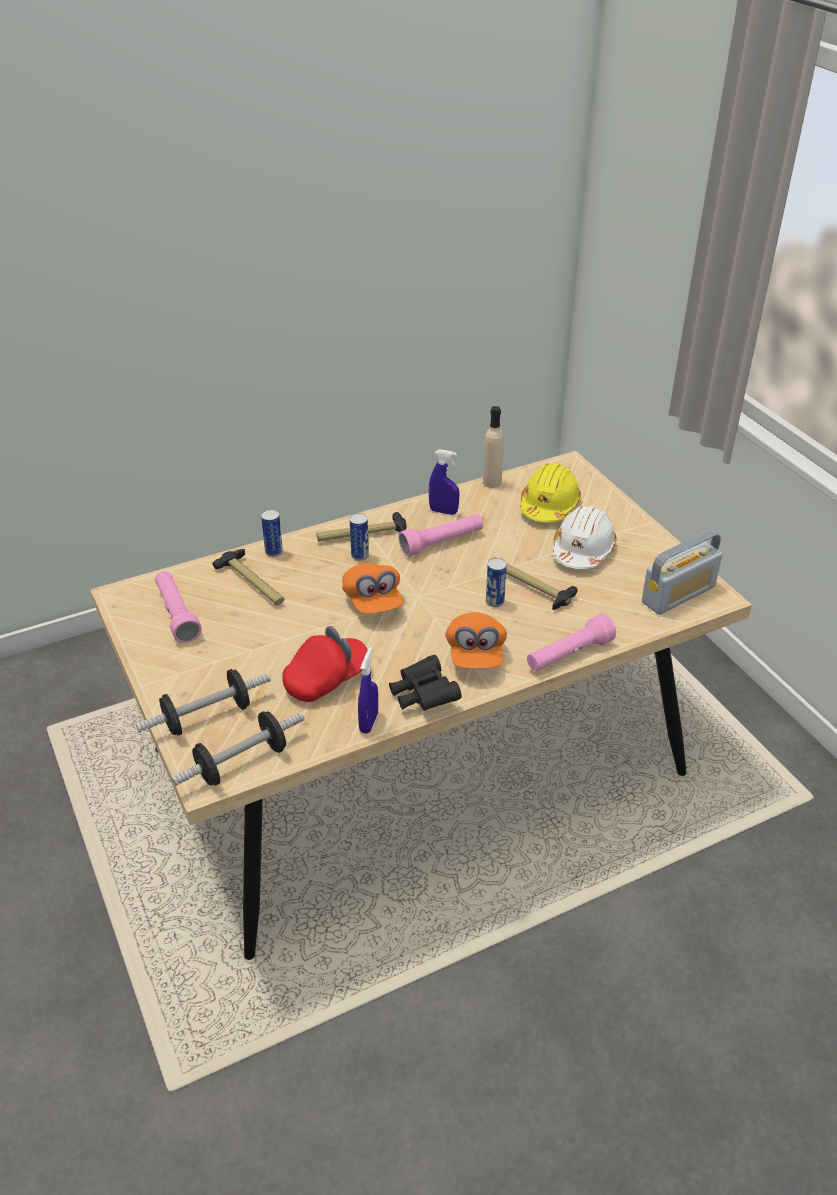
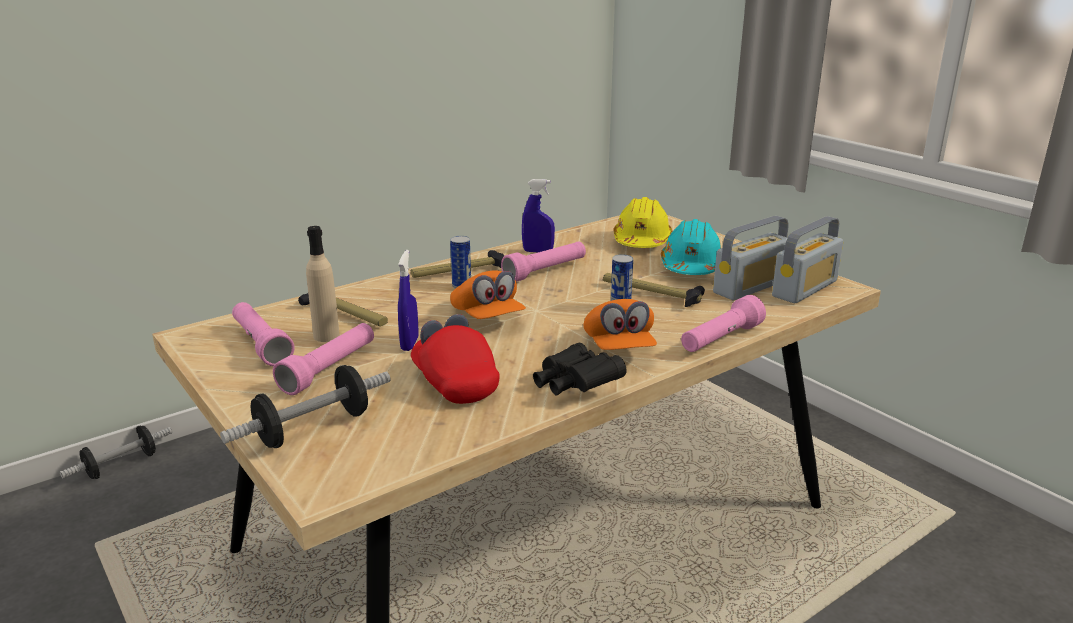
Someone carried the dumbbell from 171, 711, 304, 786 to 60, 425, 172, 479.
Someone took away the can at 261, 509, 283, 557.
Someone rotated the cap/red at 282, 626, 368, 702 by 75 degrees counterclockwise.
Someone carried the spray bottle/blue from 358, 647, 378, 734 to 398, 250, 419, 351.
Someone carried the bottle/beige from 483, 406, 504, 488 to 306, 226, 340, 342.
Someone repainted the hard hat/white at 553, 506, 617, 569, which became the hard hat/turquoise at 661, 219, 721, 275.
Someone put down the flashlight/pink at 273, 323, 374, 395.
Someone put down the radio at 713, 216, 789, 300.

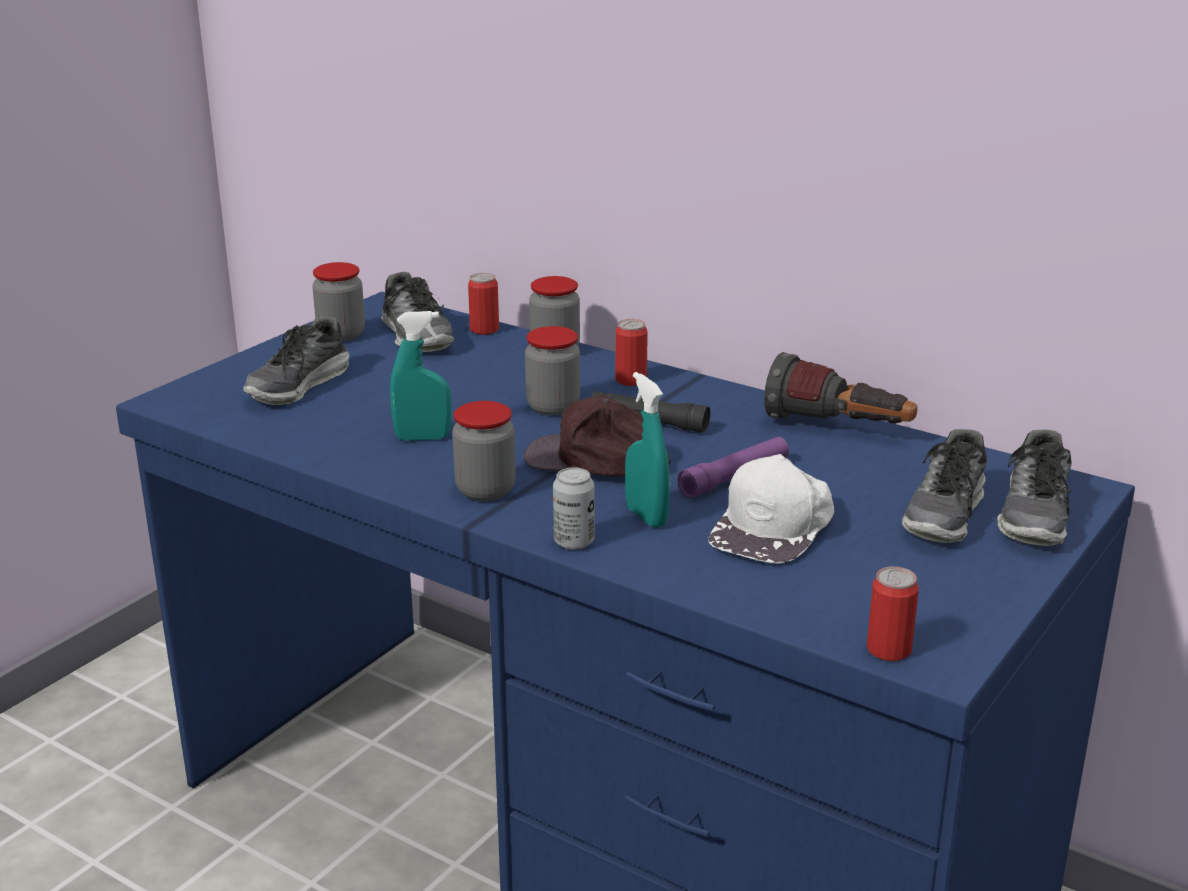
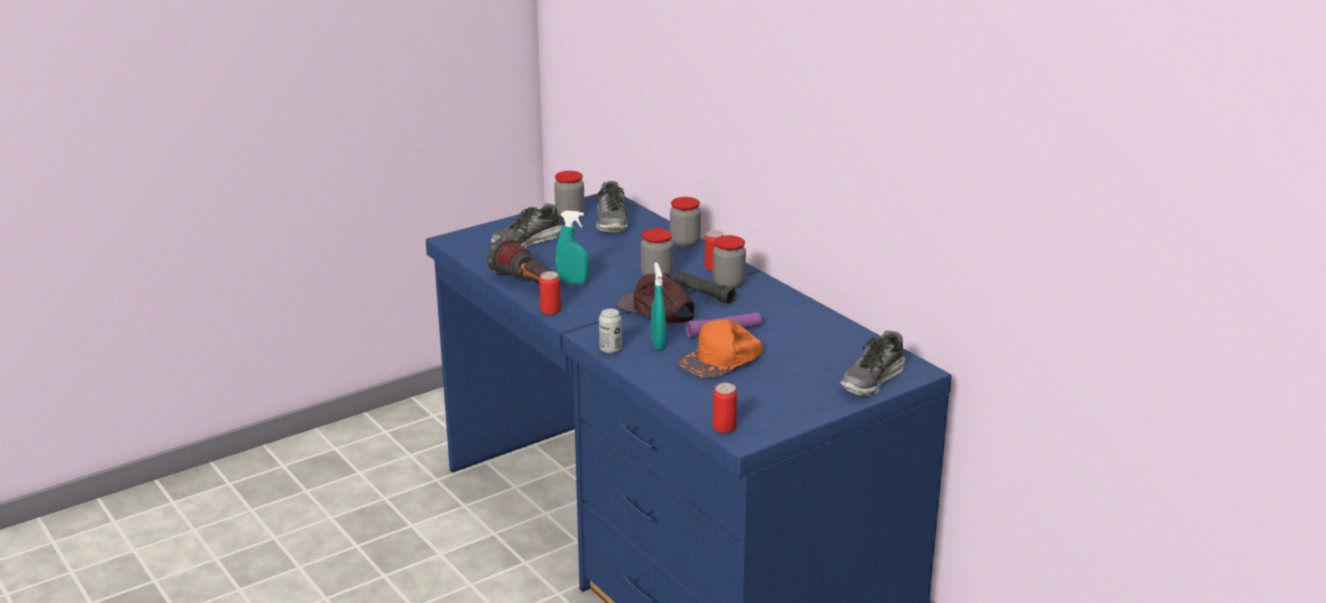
Someone carried the jar from 452, 401, 516, 501 to 713, 235, 746, 289.
Someone carried the can from 468, 273, 499, 335 to 539, 271, 561, 315.
Someone repainted the cap/white at 708, 454, 834, 564, which became the cap/orange at 679, 320, 763, 378.
Someone carried the flashlight from 764, 352, 918, 424 to 487, 236, 552, 283.
Someone took away the shoe at 902, 429, 987, 543.

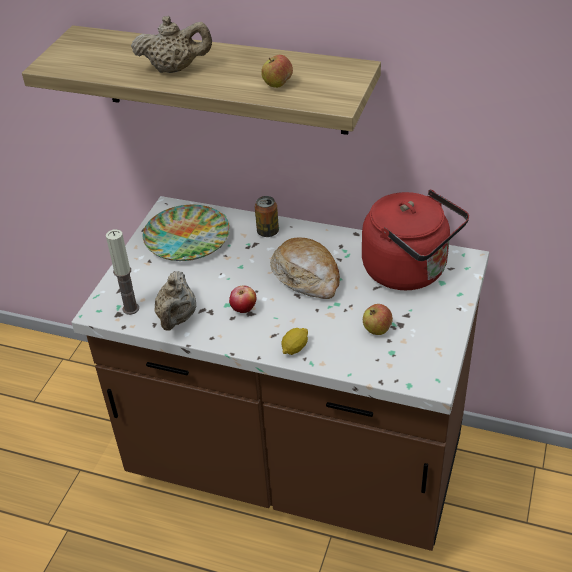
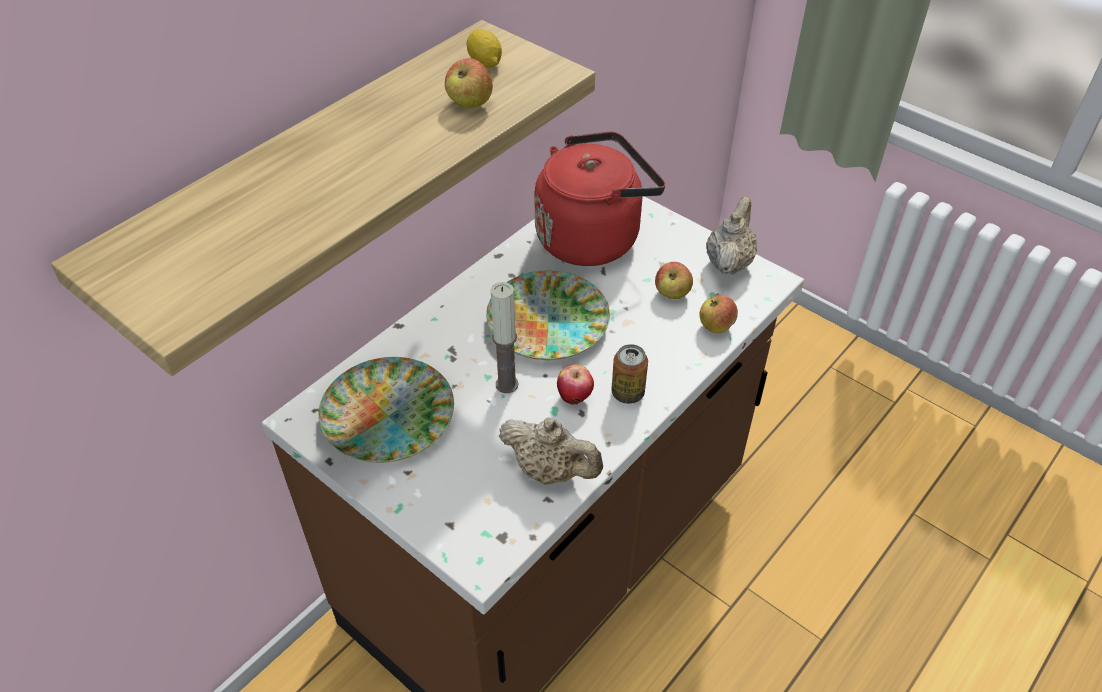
Someone carried the candle from 106, 229, 139, 315 to 491, 282, 519, 393.
Someone carried the teapot/beige from 131, 16, 212, 73 to 706, 196, 757, 274.
Someone carried the can from 255, 196, 279, 237 to 611, 344, 648, 404.
Someone swapped the bread at 270, 237, 340, 299 for the plate at 486, 271, 610, 360.
Someone carried the lemon from 281, 328, 308, 355 to 467, 29, 502, 68.
Someone put down the apple at 699, 295, 738, 334.

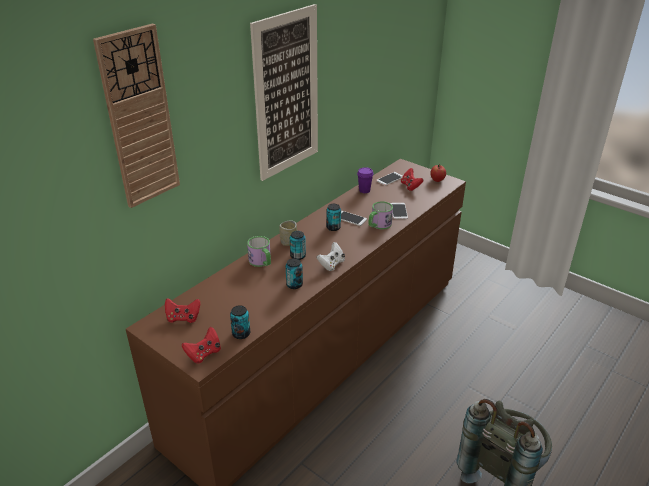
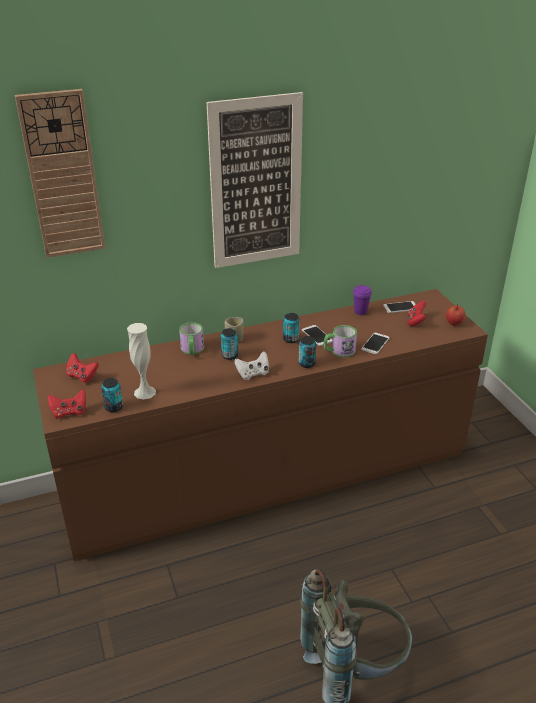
Someone carried the can from 286, 258, 303, 289 to 298, 336, 316, 368.
Someone put down the vase/white at 127, 323, 156, 400.

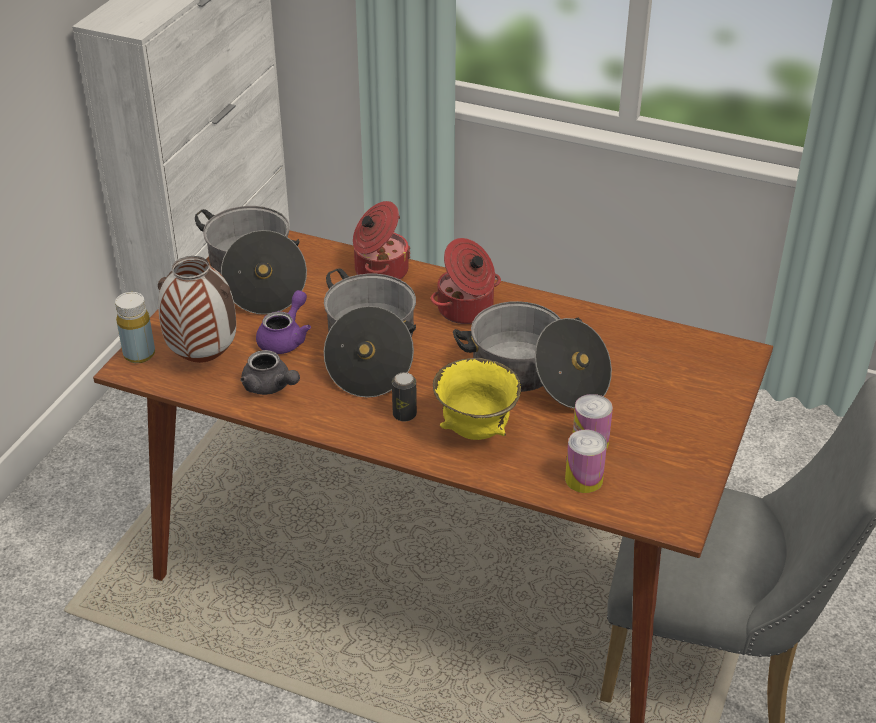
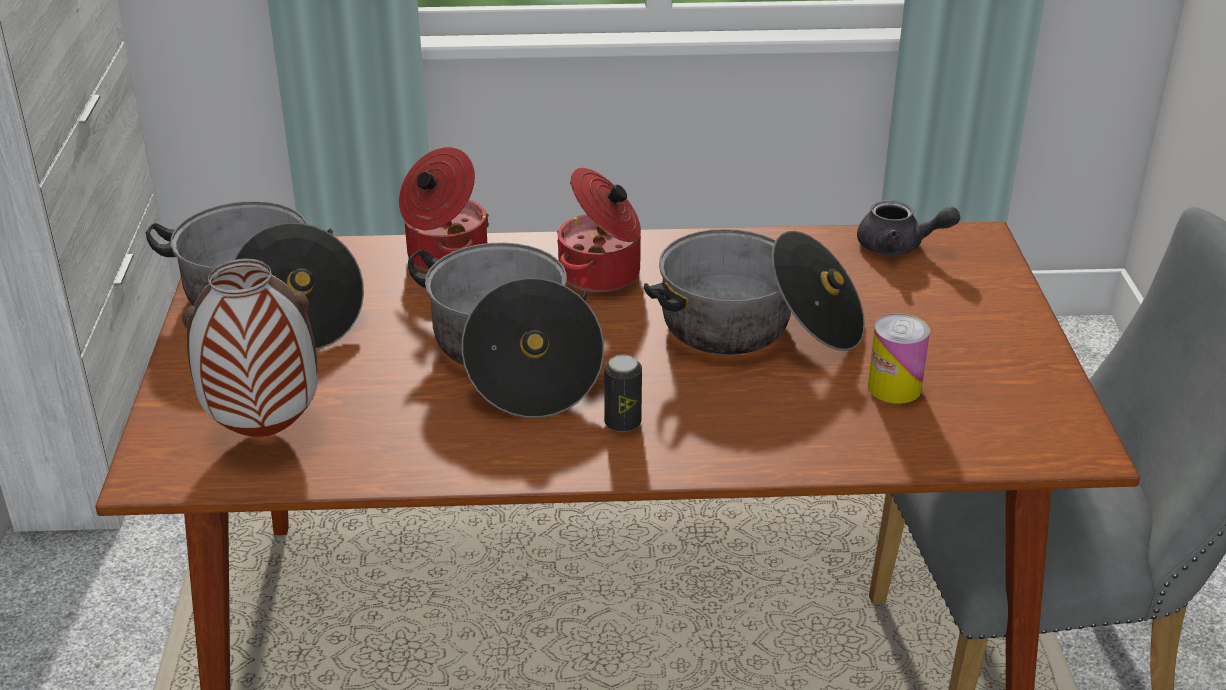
Someone took away the bottle/yellow at 115, 292, 155, 363.
Someone carried the teapot/grey from 240, 350, 300, 395 to 857, 200, 960, 255.
Someone took away the teapot/purple at 256, 290, 311, 354.
Someone took away the bowl/yellow at 433, 358, 521, 440.
Someone took away the can at 565, 430, 607, 493.

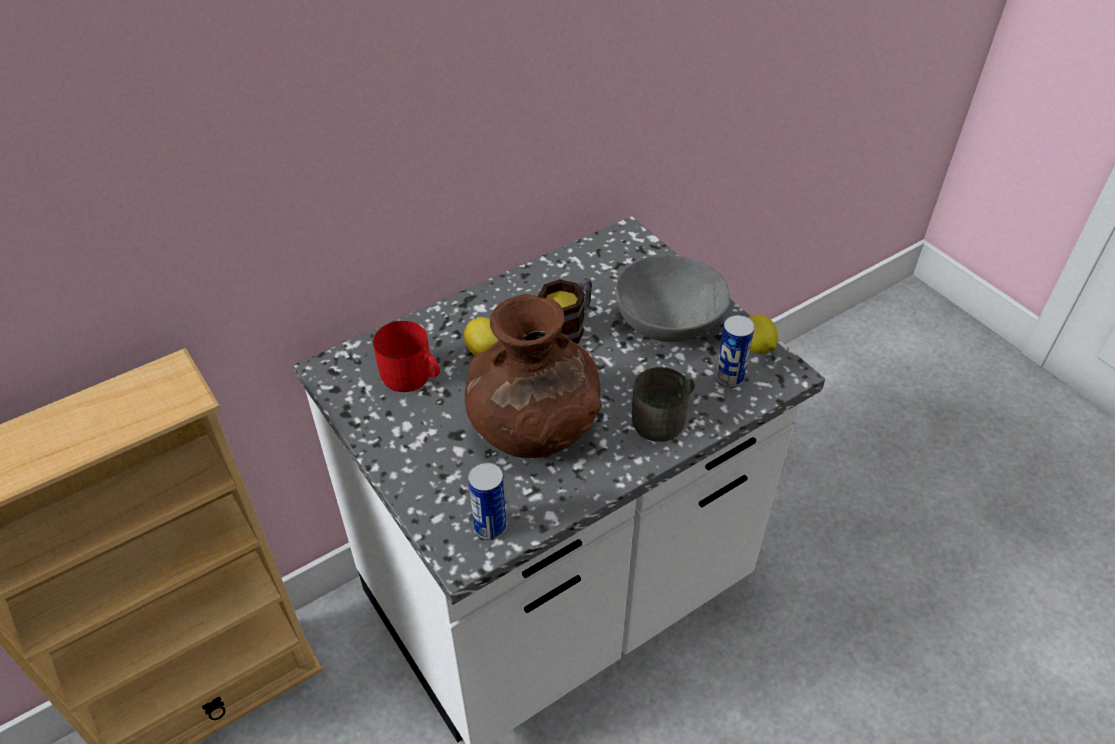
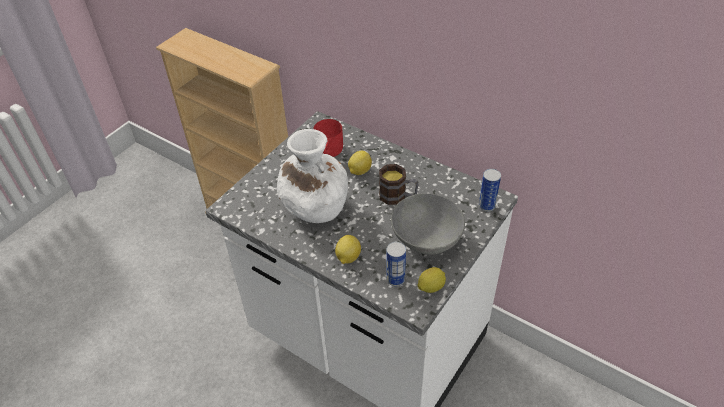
Someone repainted the vase/brown at 465, 294, 602, 458, which became the vase/white at 277, 129, 348, 223.
Someone carried the can from 468, 462, 506, 540 to 479, 169, 501, 212.
Someone swapped the mug/grey at 632, 367, 695, 442 for the lemon at 335, 235, 361, 264.

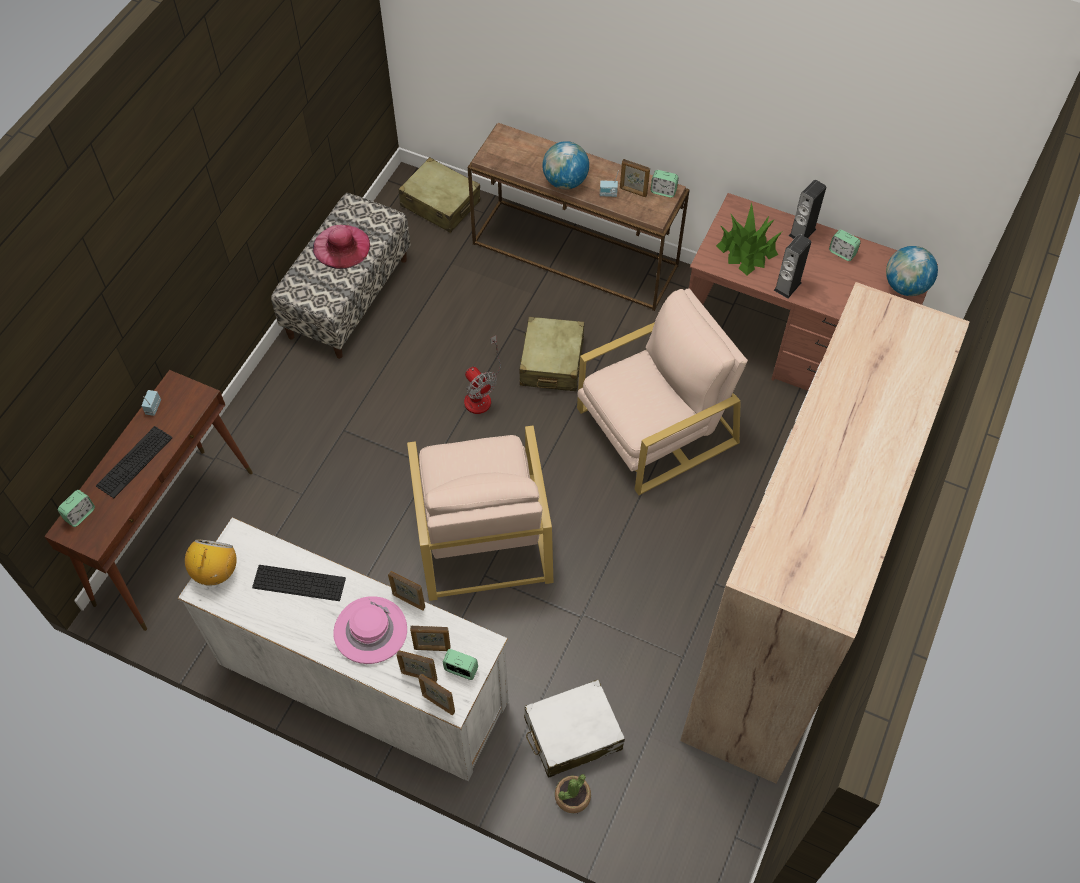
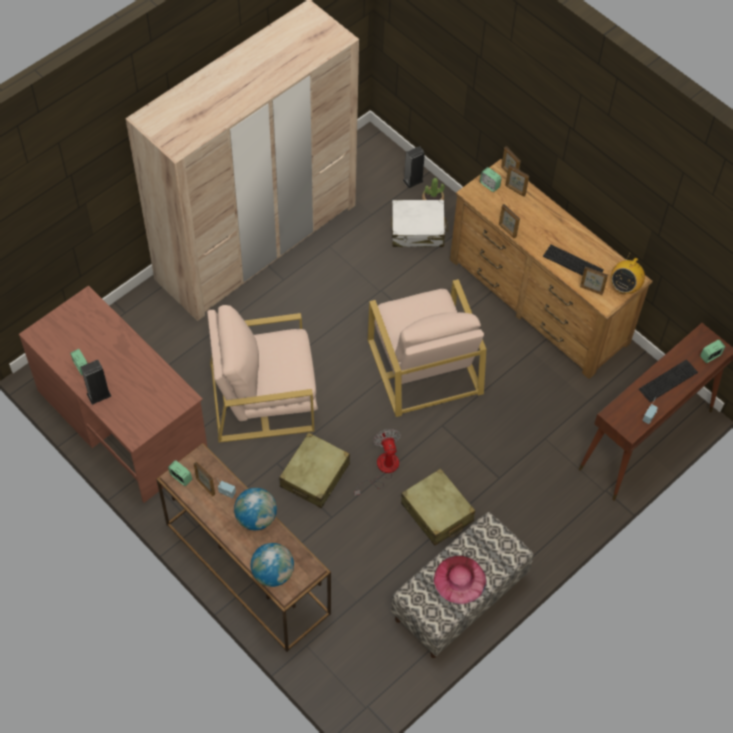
Someone repainted the dresser/white at 177, 517, 508, 781, which became the dresser/brown at 450, 159, 653, 379.
Someone took away the hat/pink at 333, 596, 407, 664.
Someone carried the suitcase/beige from 399, 157, 480, 233 to 401, 468, 475, 546.
Someone rotated the armchair/beige at 407, 426, 554, 601 by 150 degrees clockwise.
Someone carried the picture frame from 410, 625, 450, 651 to 580, 267, 608, 295.
Someone took away the potted plant at 716, 202, 782, 275.
Someone carried the speaker from 774, 234, 811, 299 to 403, 146, 425, 188.
Someone carried the globe from 886, 246, 938, 296 to 251, 543, 294, 587.

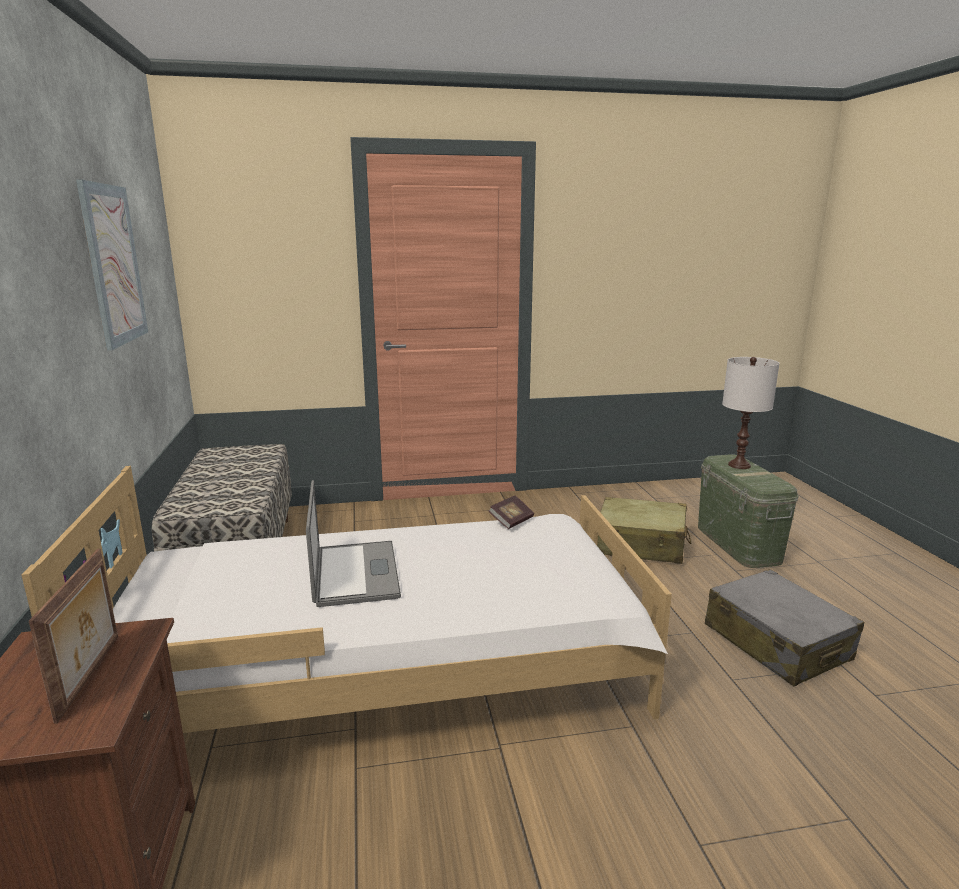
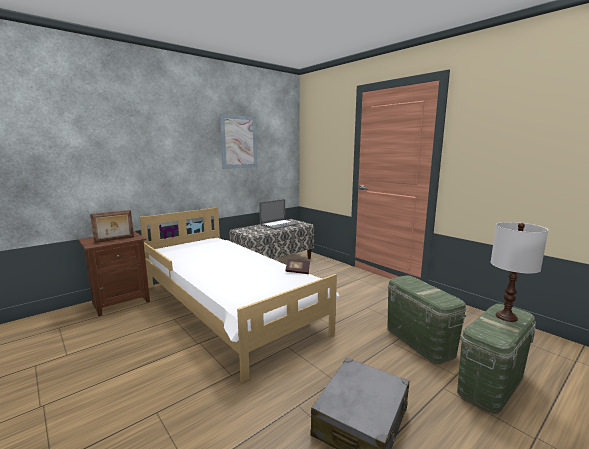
Someone carried the laptop from 306, 480, 401, 607 to 259, 199, 299, 229.
Someone swapped the suitcase/beige at 597, 497, 691, 564 for the storage box/green at 387, 275, 466, 364.

